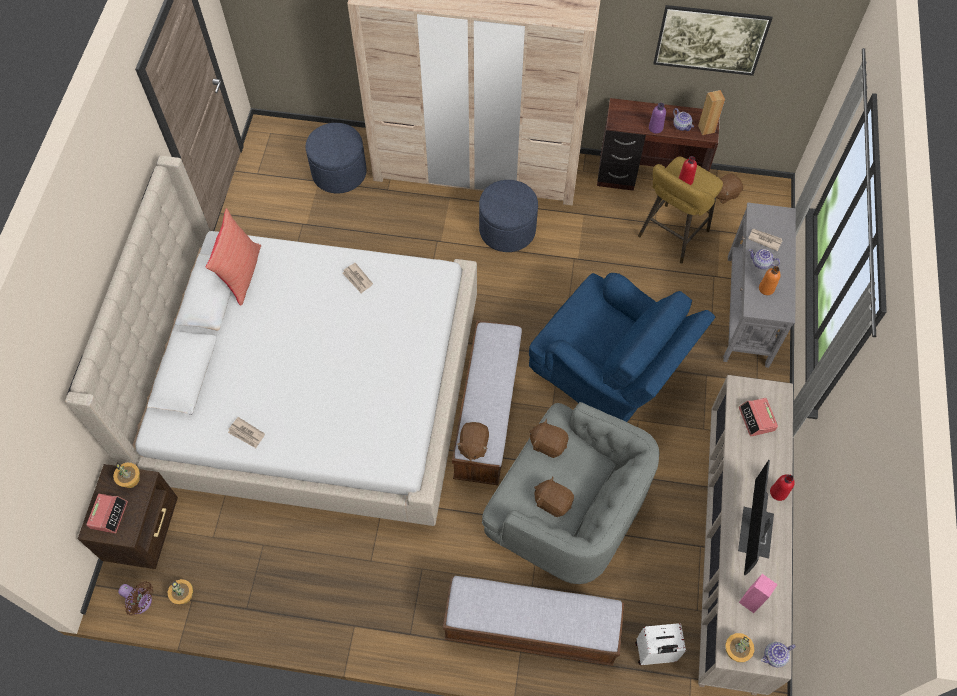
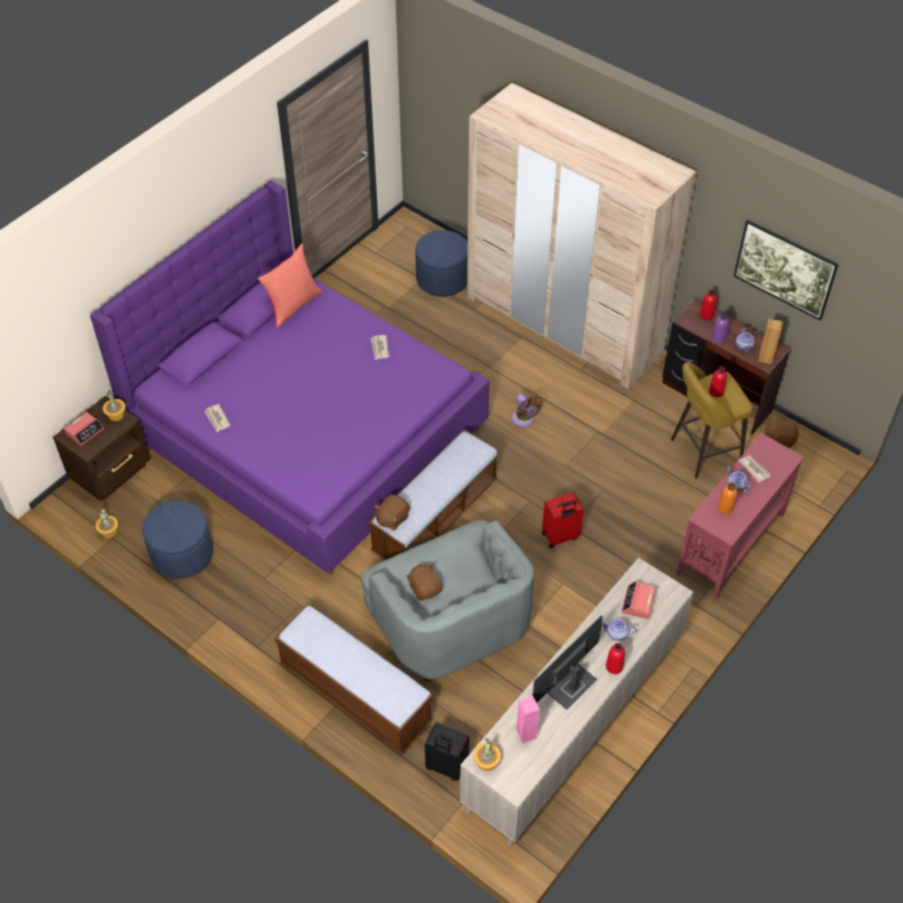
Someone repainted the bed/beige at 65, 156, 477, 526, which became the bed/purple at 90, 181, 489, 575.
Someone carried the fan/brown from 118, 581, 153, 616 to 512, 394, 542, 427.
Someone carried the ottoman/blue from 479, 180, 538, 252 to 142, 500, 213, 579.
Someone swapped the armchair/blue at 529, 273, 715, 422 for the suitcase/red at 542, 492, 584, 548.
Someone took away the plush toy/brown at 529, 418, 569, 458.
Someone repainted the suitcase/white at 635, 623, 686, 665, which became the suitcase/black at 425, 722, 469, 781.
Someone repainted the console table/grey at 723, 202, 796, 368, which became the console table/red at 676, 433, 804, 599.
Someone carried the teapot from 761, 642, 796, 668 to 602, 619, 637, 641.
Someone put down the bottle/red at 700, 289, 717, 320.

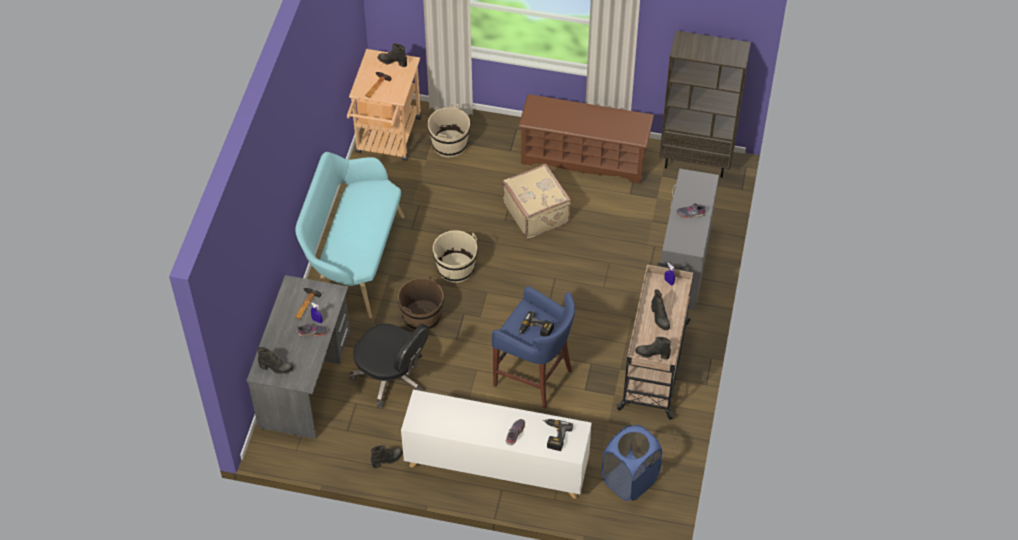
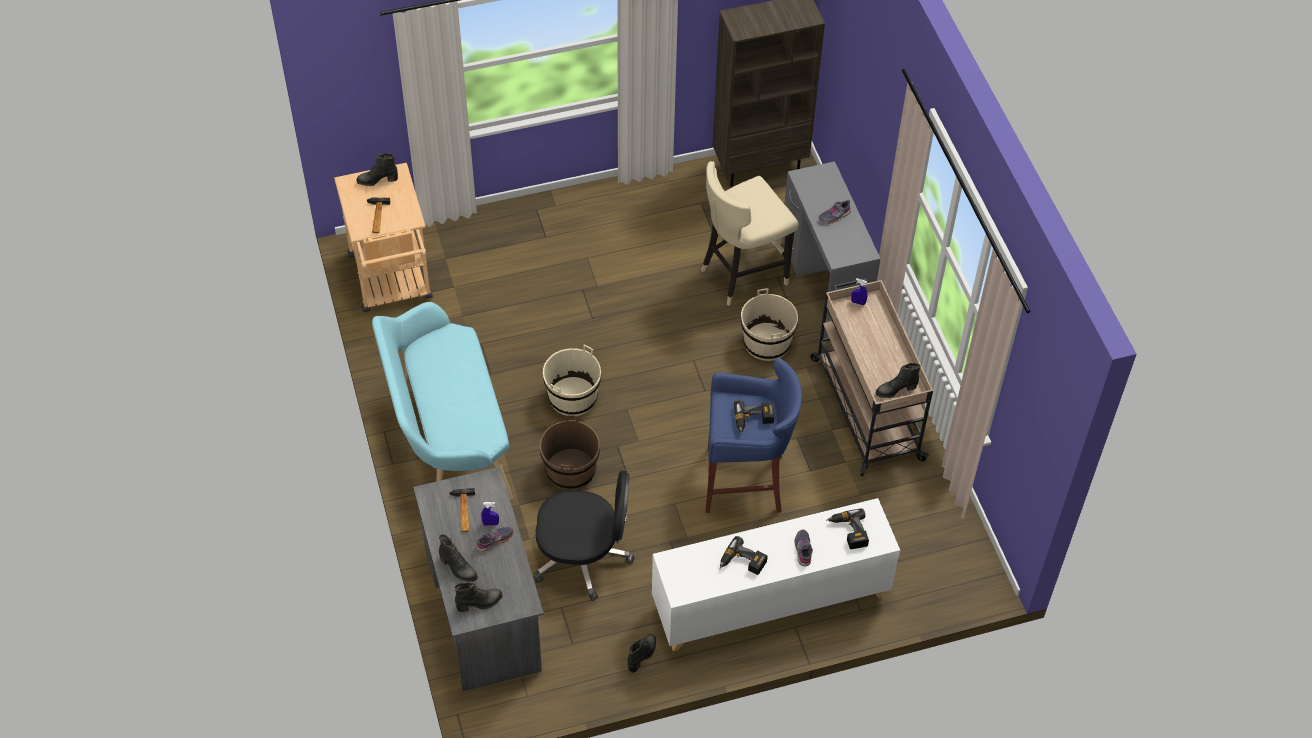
Someone carried the bucket/beige from 428, 103, 470, 157 to 741, 288, 798, 361.
Someone took away the suitcase/beige at 503, 164, 571, 239.
Someone took away the shoe rack/brown at 518, 94, 654, 184.
Someone took away the laundry basket/blue at 602, 425, 662, 501.
Someone carried the boot/black from 651, 289, 670, 330 to 439, 534, 478, 582.
Someone put down the stool/beige at 701, 161, 798, 305.
Someone put down the power drill at 720, 536, 768, 575.

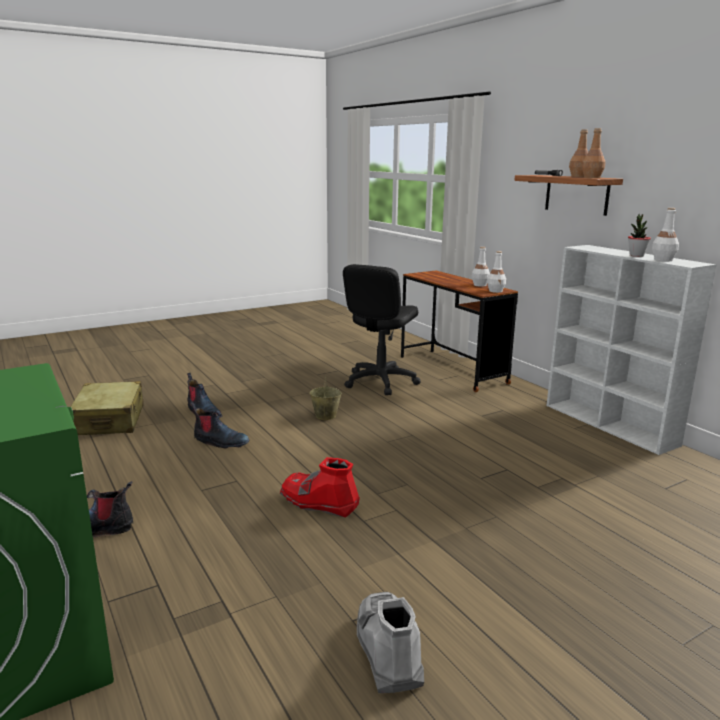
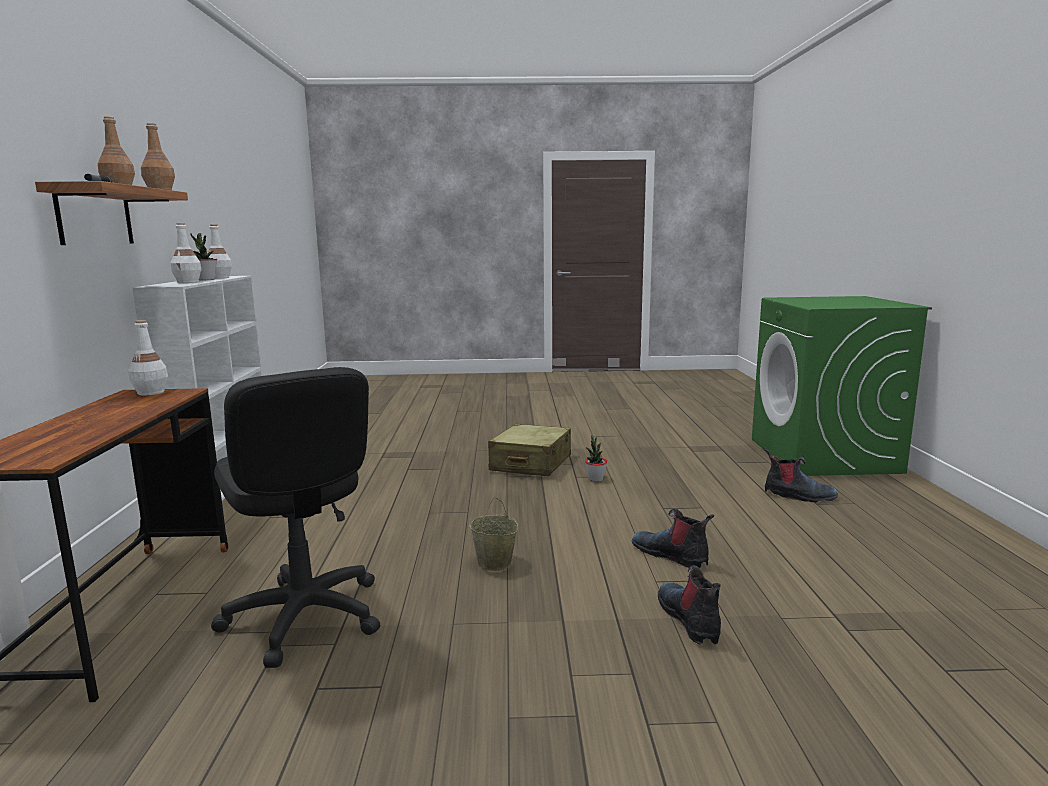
Someone carried the suitcase/beige from 71, 381, 144, 435 to 488, 424, 571, 476.
Someone swapped the boot/red at 280, 457, 360, 518 for the potted plant at 585, 436, 607, 482.
Someone rotated the office chair/black at 343, 264, 421, 395 by 90 degrees clockwise.
Someone took away the boot/grey at 357, 592, 424, 693.
Someone carried the bottle/white from 472, 247, 490, 287 to 171, 223, 202, 283.

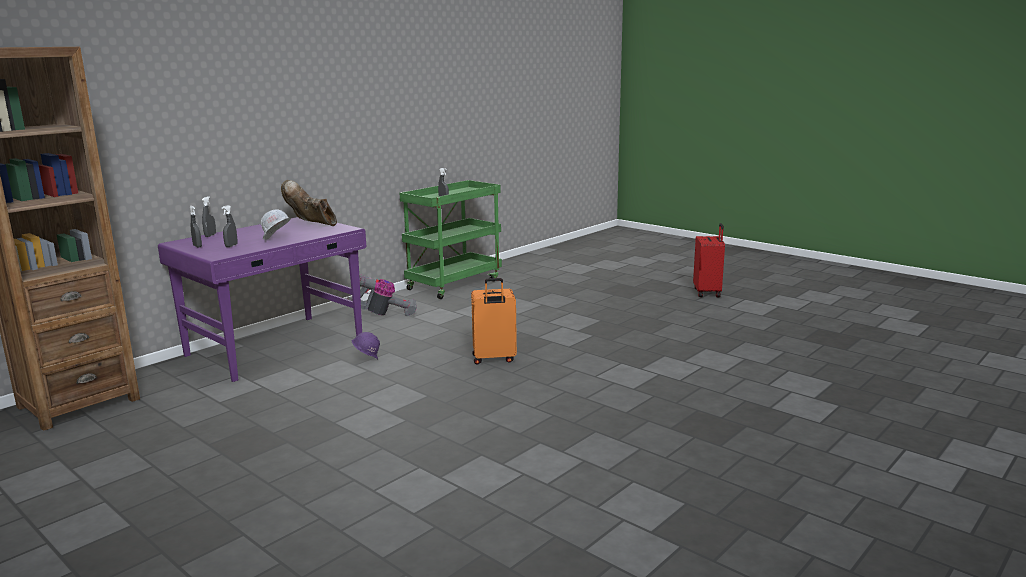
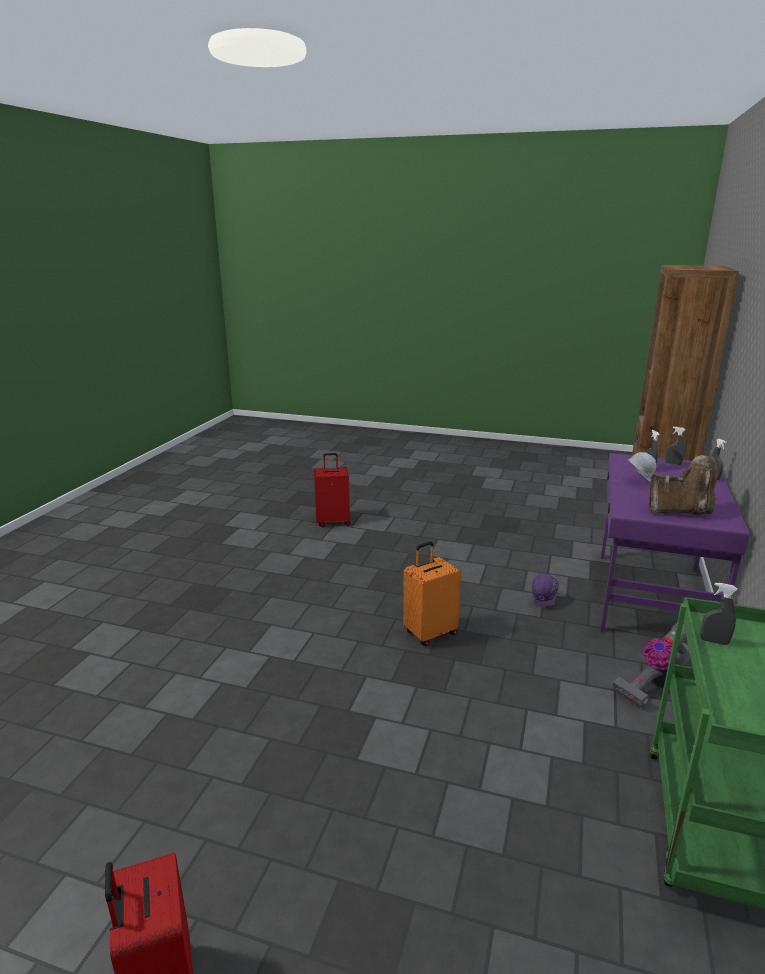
Someone put down the suitcase/red at 314, 453, 351, 527.

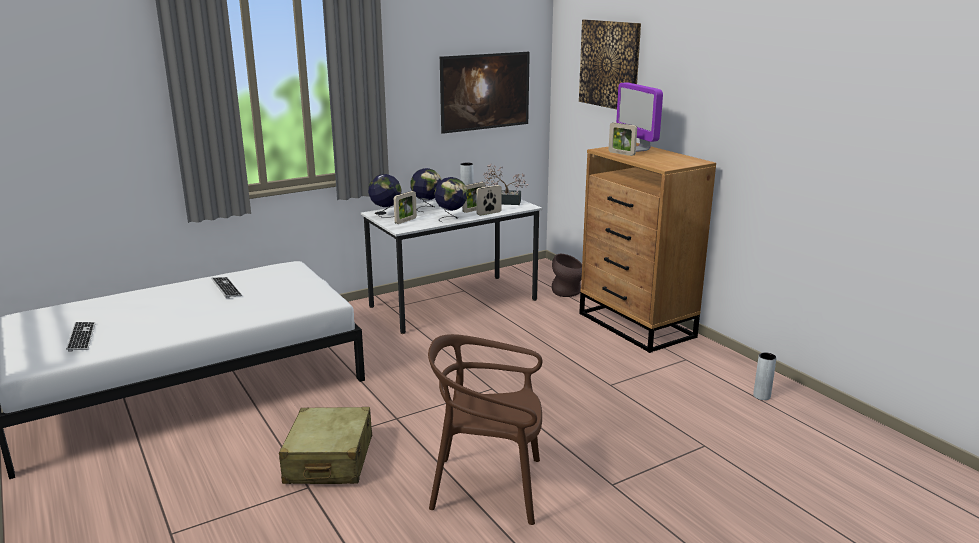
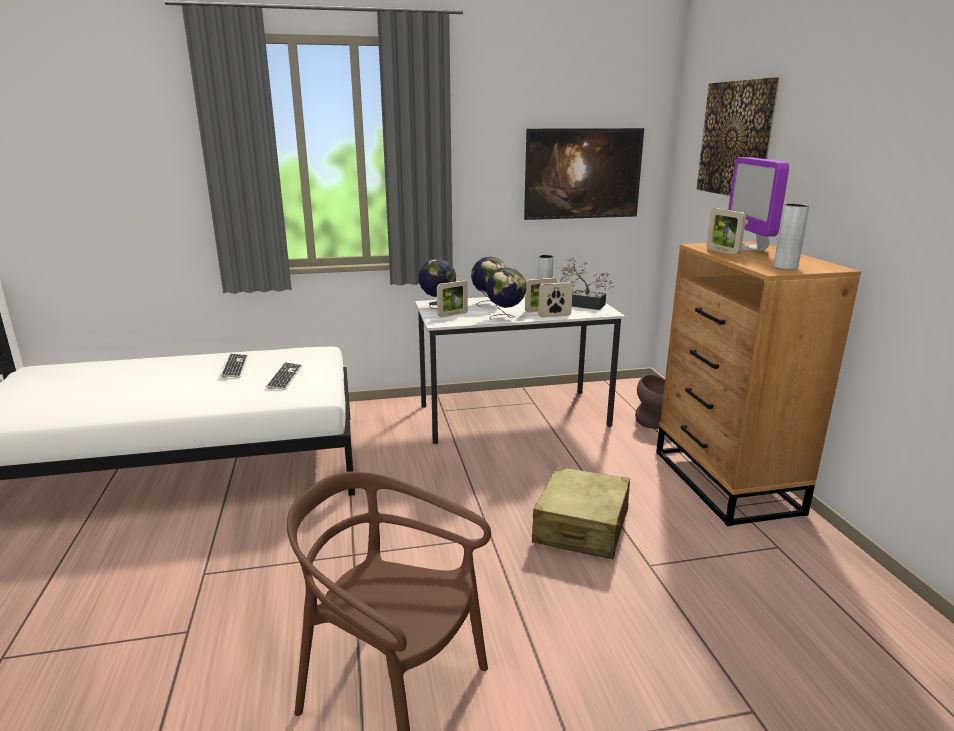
Someone carried the keyboard from 66, 322, 96, 351 to 266, 362, 302, 390.
Someone carried the suitcase/beige from 279, 407, 372, 484 to 532, 466, 630, 559.
Someone carried the vase/grey from 753, 352, 777, 400 to 774, 204, 809, 270.

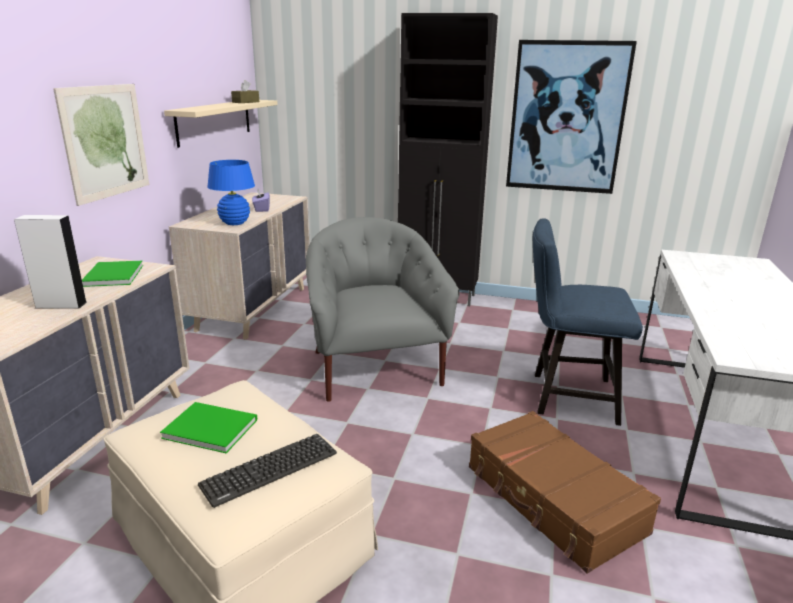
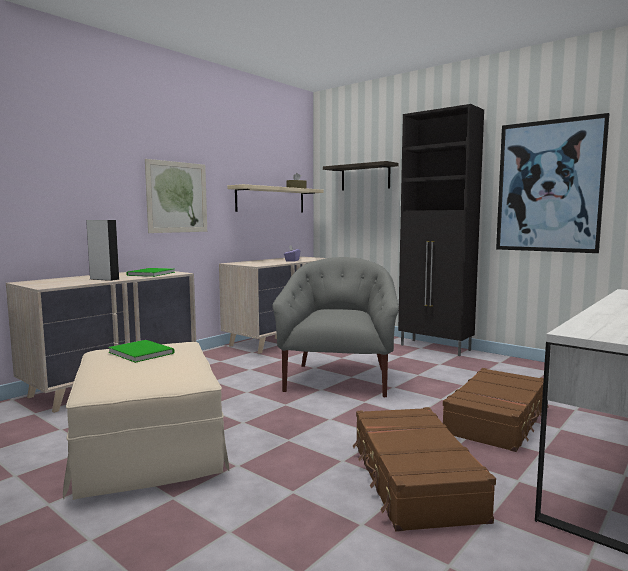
Someone took away the keyboard at 198, 434, 337, 508.
Someone took away the table lamp/blue at 207, 160, 255, 225.
Someone swapped the chair/blue at 533, 218, 643, 426 for the suitcase/brown at 443, 368, 549, 452.
Someone put up the shelf at 323, 161, 398, 191.

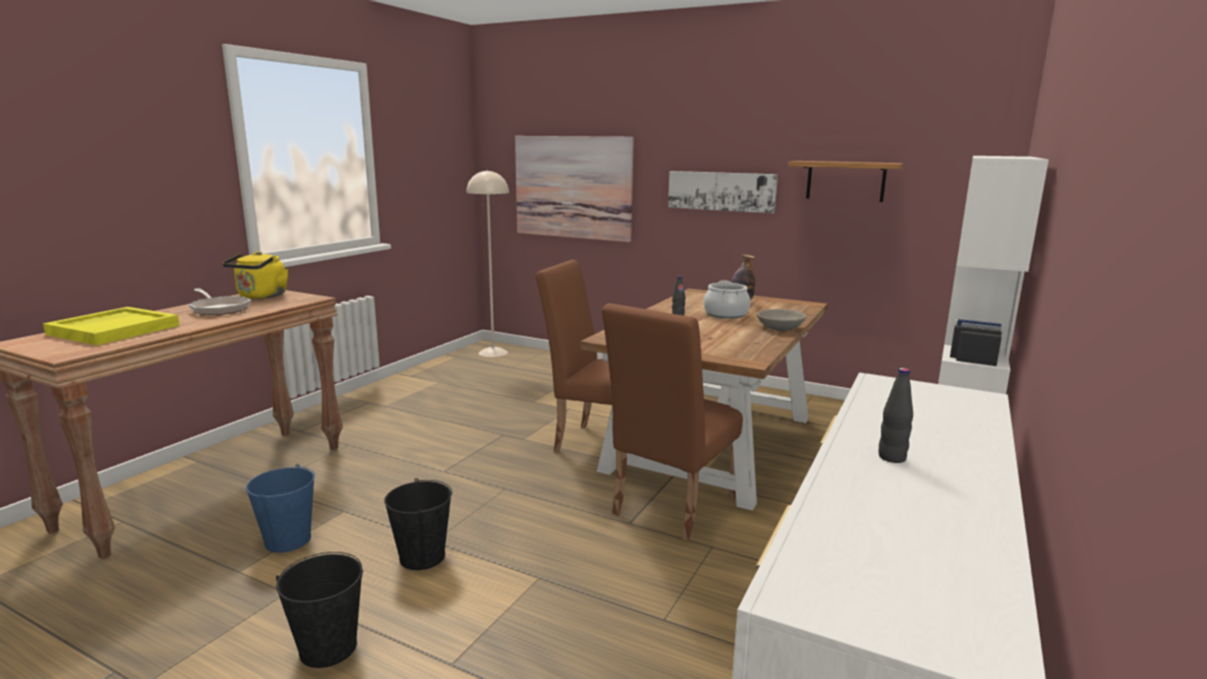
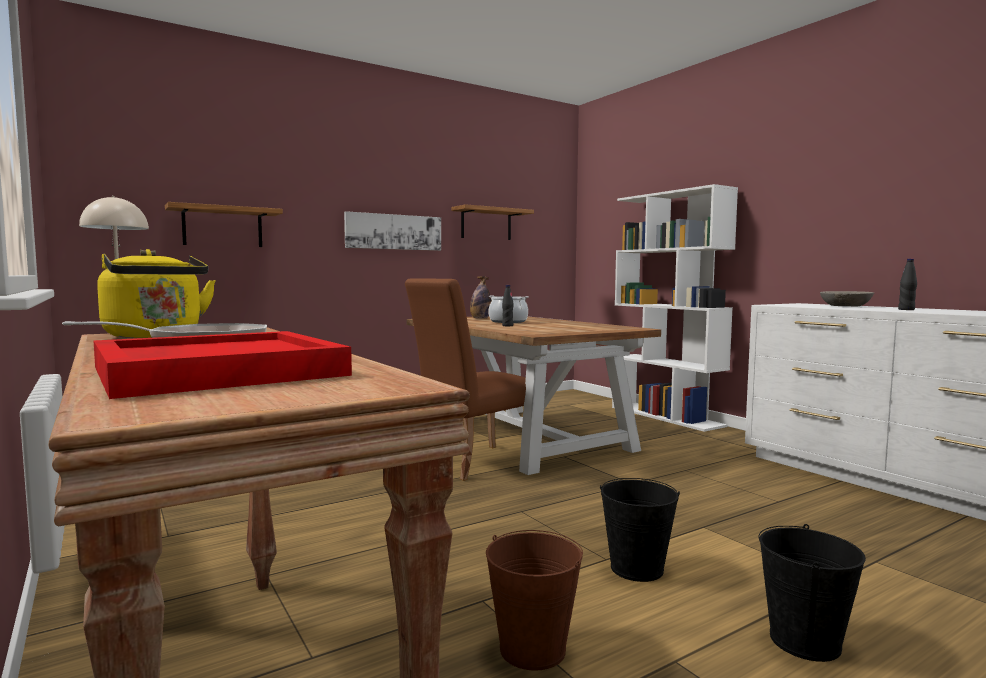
Someone repainted the tray/yellow at 43, 307, 180, 345, which became the tray/red at 94, 331, 352, 399.
Someone repainted the bucket/blue at 246, 464, 315, 553, which became the bucket/brown at 486, 530, 583, 671.
Someone swapped the picture at 515, 136, 634, 242 for the shelf at 165, 202, 283, 247.
Someone took away the chair/brown at 602, 303, 743, 542.
Someone carried the bowl/grey from 756, 309, 807, 331 to 820, 291, 874, 306.

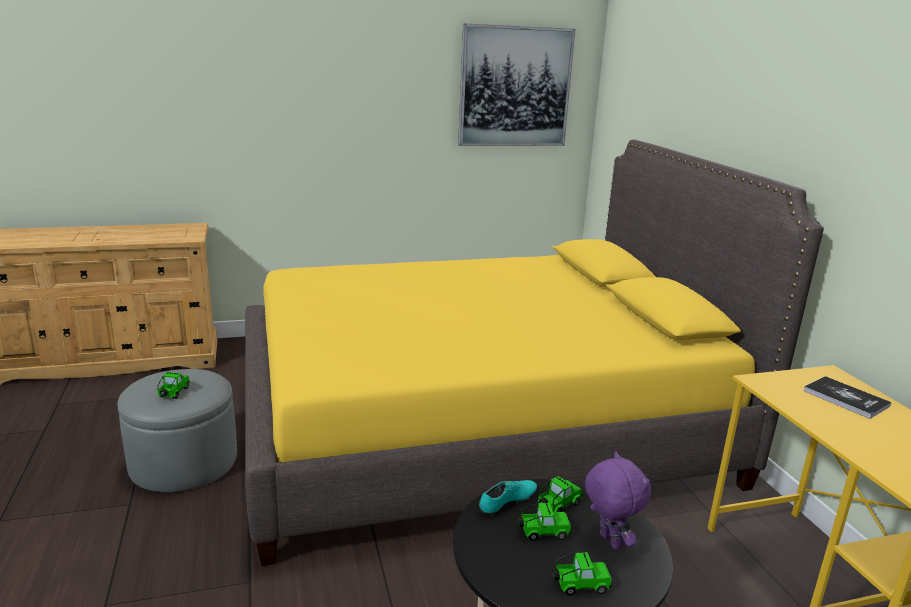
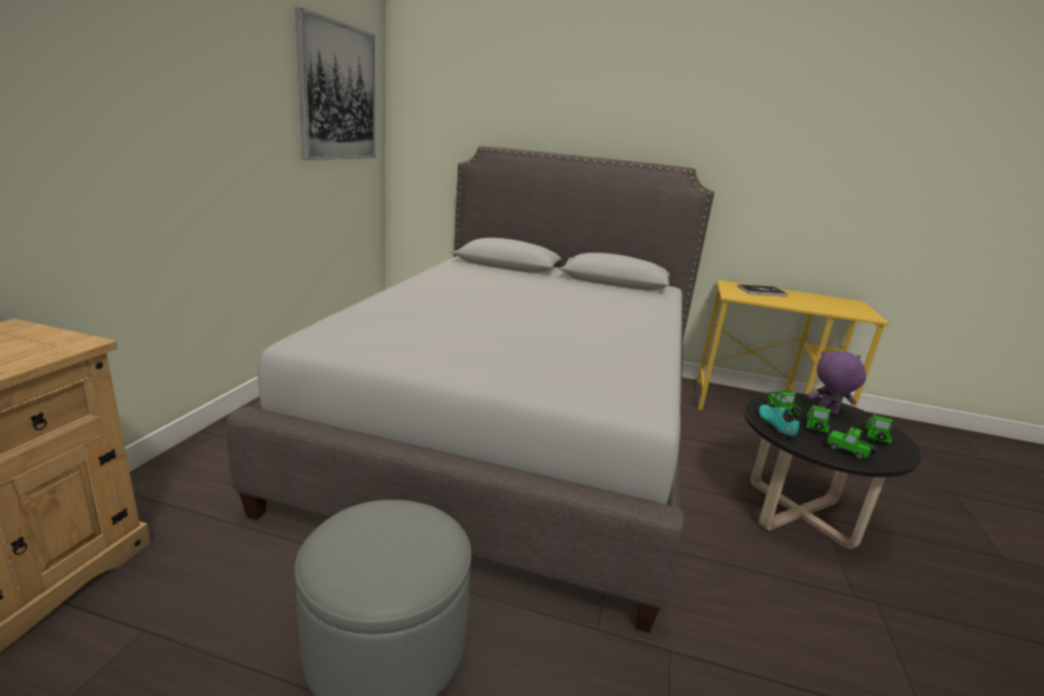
Someone carried the toy car from 157, 372, 190, 399 to 826, 427, 878, 460.
Someone repainted the bed/yellow at 245, 139, 824, 566, which became the bed/grey at 226, 146, 714, 633.

